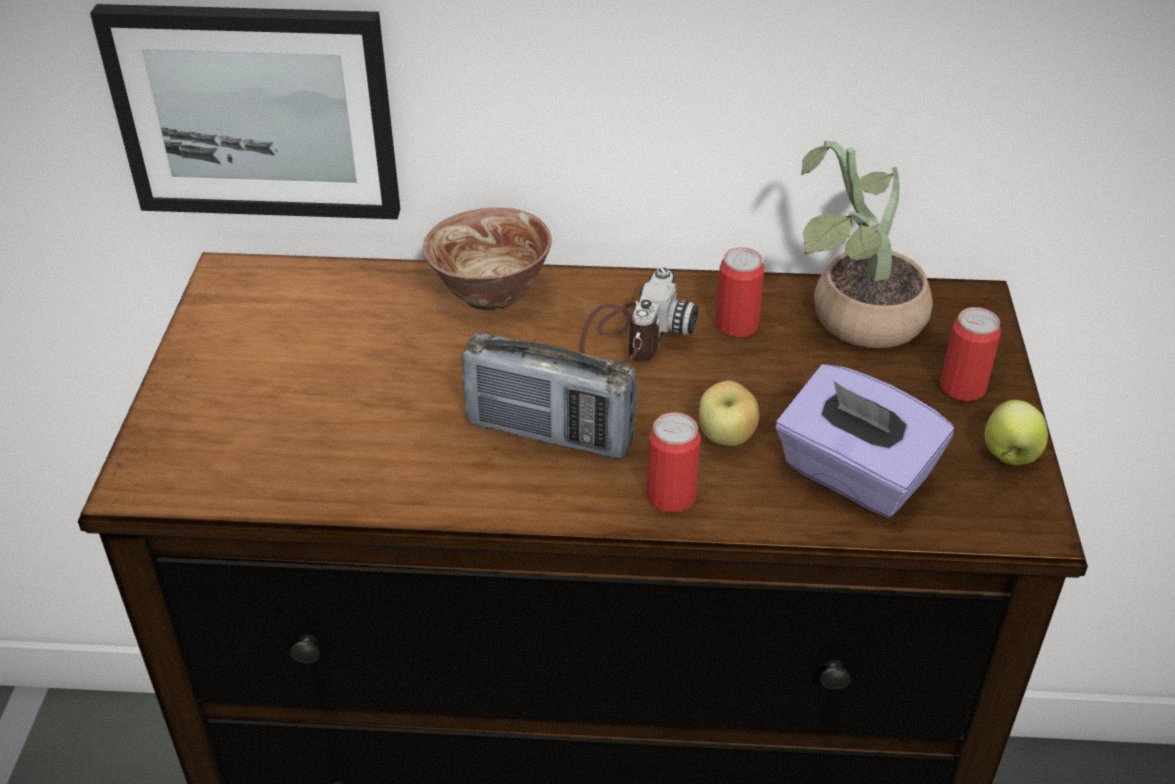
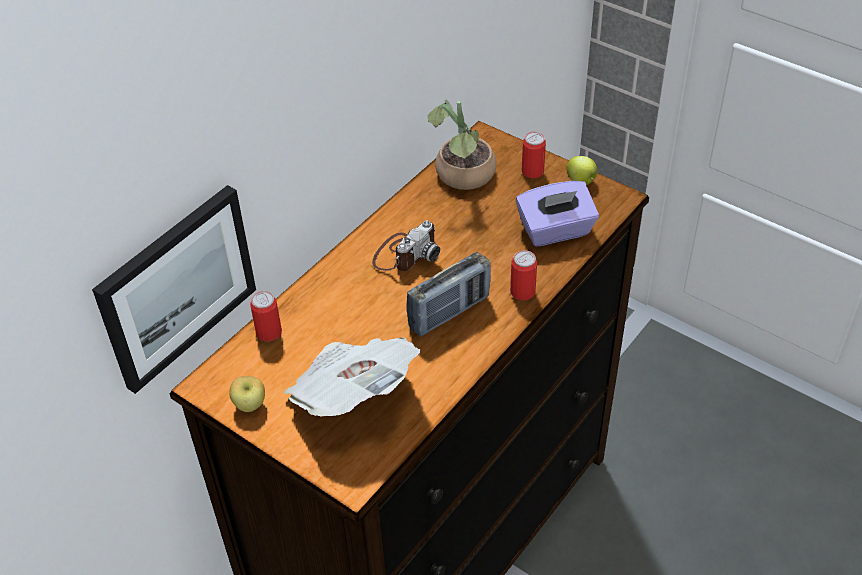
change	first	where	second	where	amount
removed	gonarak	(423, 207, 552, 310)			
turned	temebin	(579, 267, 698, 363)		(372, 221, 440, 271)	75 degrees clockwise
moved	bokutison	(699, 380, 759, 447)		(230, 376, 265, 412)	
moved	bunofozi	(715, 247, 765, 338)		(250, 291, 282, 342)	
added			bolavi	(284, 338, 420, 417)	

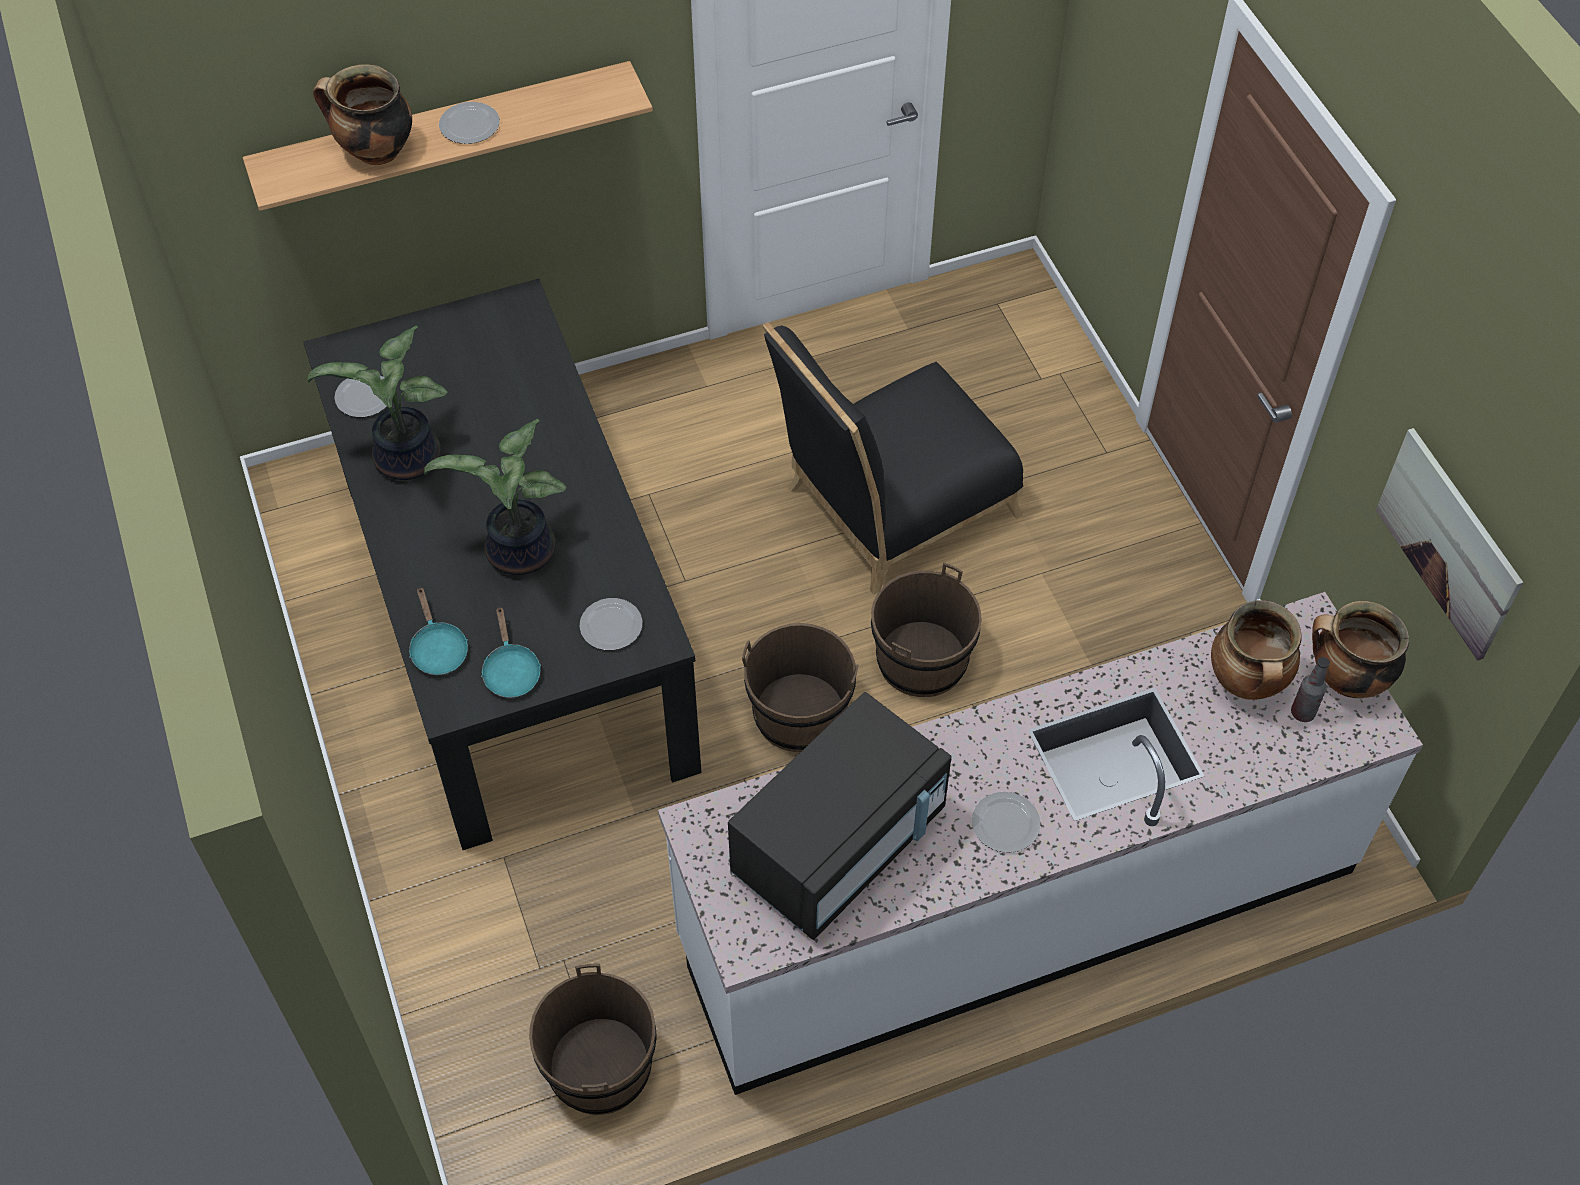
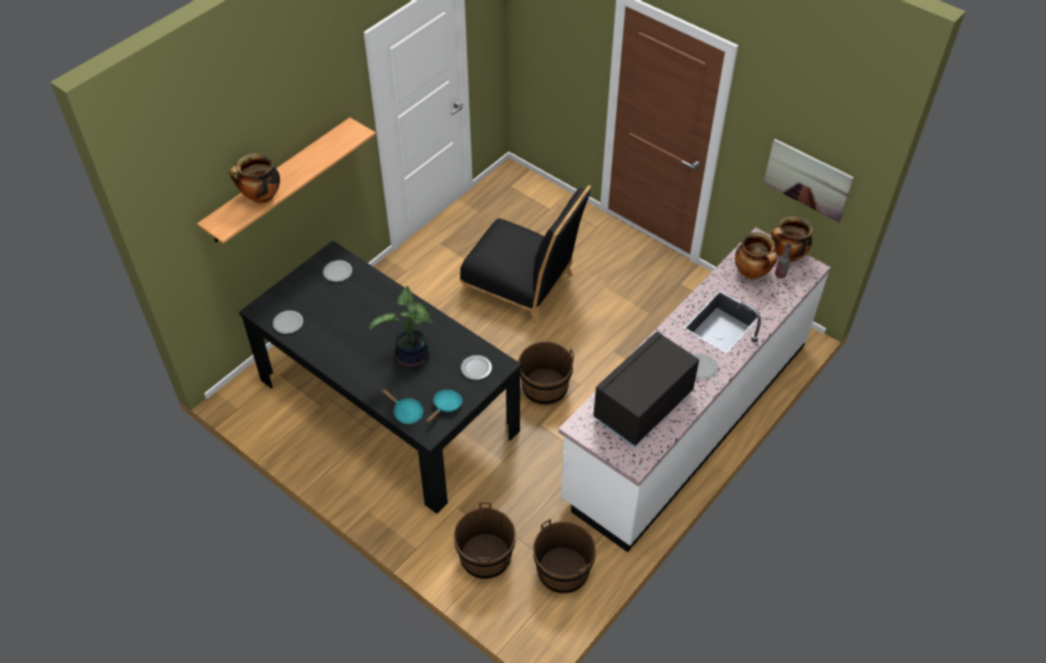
change	first	where	second	where	amount
removed	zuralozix	(308, 325, 447, 480)			
moved	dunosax	(439, 102, 500, 144)		(323, 260, 352, 282)	
turned	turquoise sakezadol	(481, 606, 541, 698)		(426, 390, 462, 423)	105 degrees counterclockwise
turned	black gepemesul	(728, 692, 951, 940)		(593, 331, 699, 447)	150 degrees counterclockwise
turned	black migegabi	(763, 322, 1023, 595)		(460, 185, 591, 326)	90 degrees counterclockwise
moved	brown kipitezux	(871, 562, 982, 697)		(454, 502, 516, 579)	

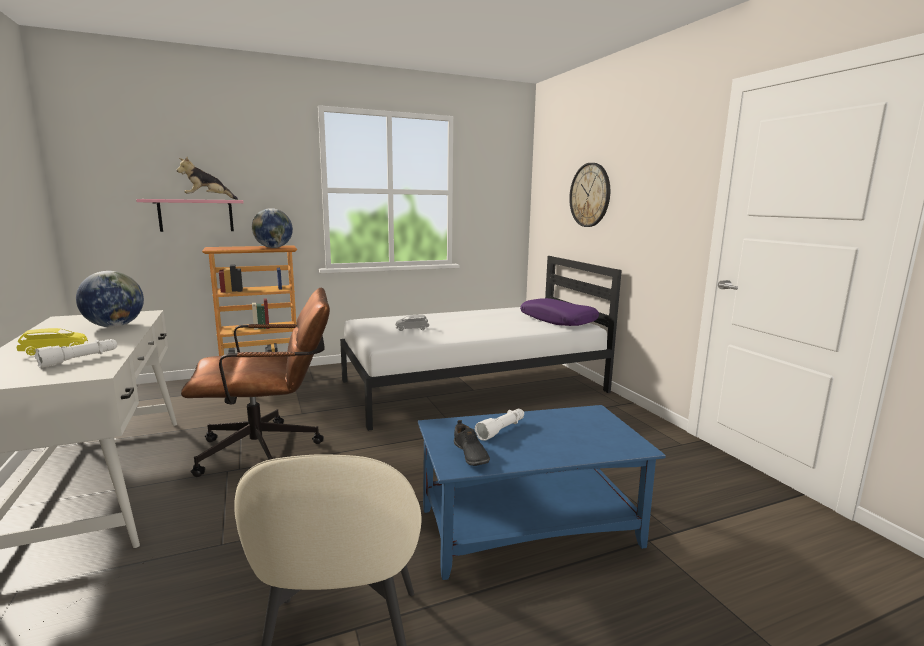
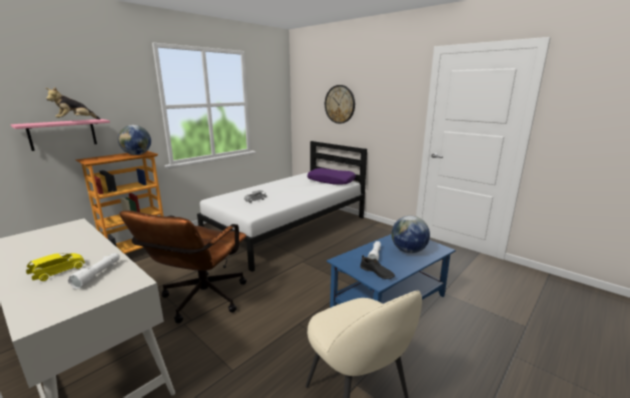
change	first	where	second	where	amount
moved	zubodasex	(76, 271, 144, 327)		(391, 216, 430, 253)	
turned	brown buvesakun	(181, 288, 330, 477)		(120, 211, 246, 323)	150 degrees clockwise

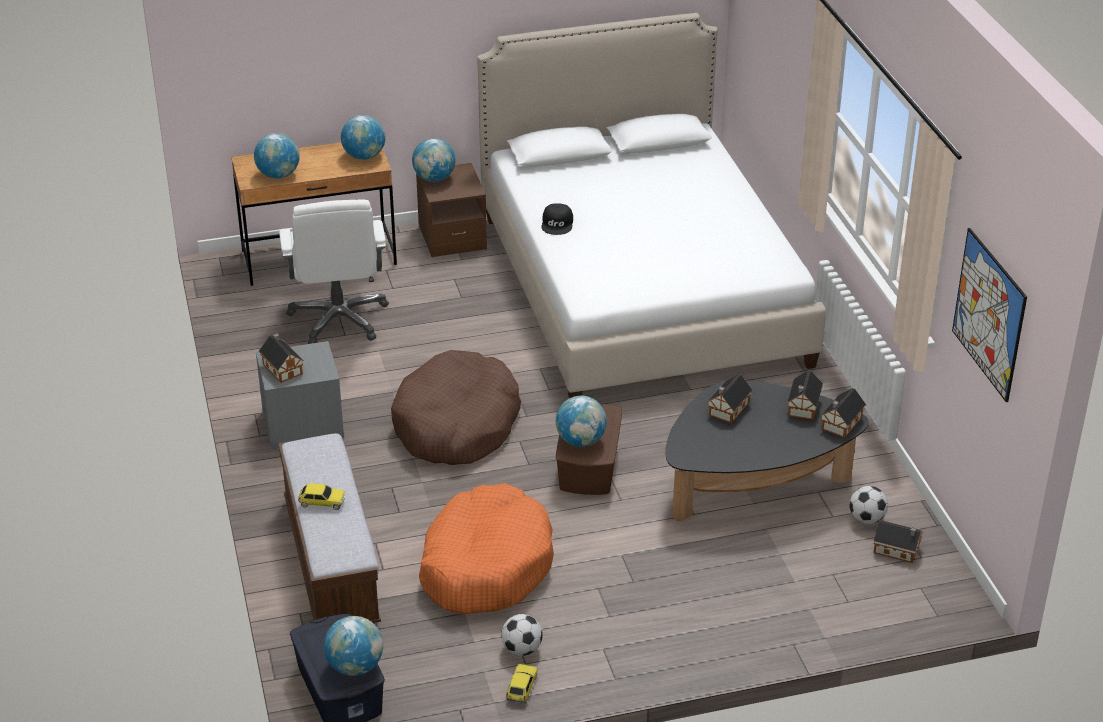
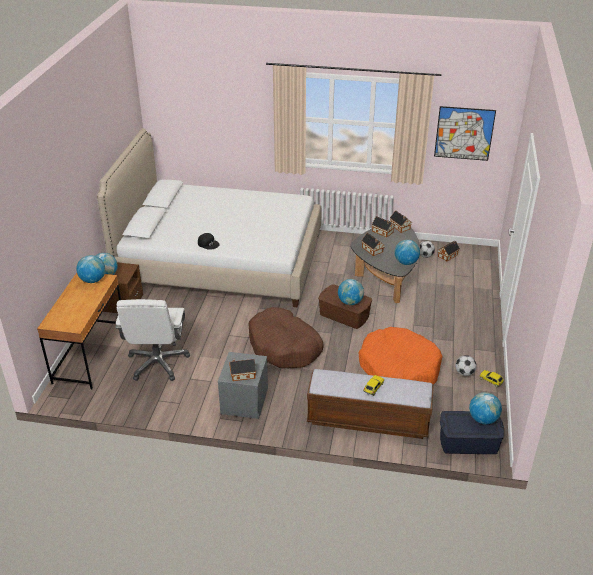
change	first	where	second	where	amount
moved	zubodasex	(254, 133, 300, 179)		(394, 240, 420, 265)	
turned	white buvesakun	(279, 199, 389, 344)		(115, 299, 190, 381)	75 degrees clockwise

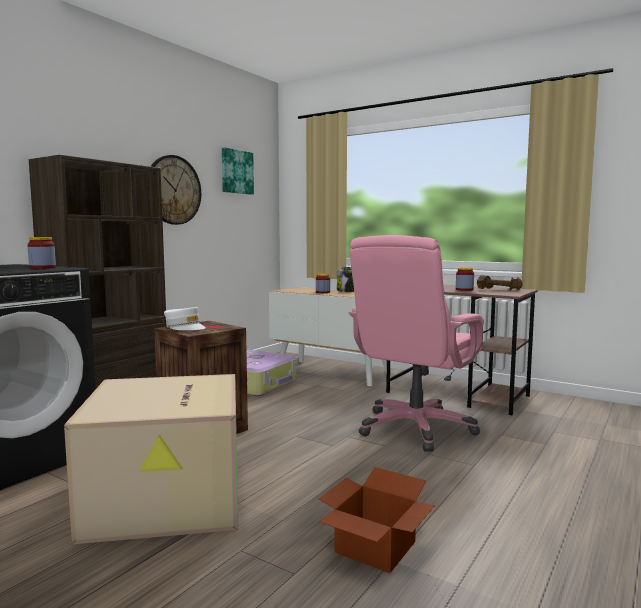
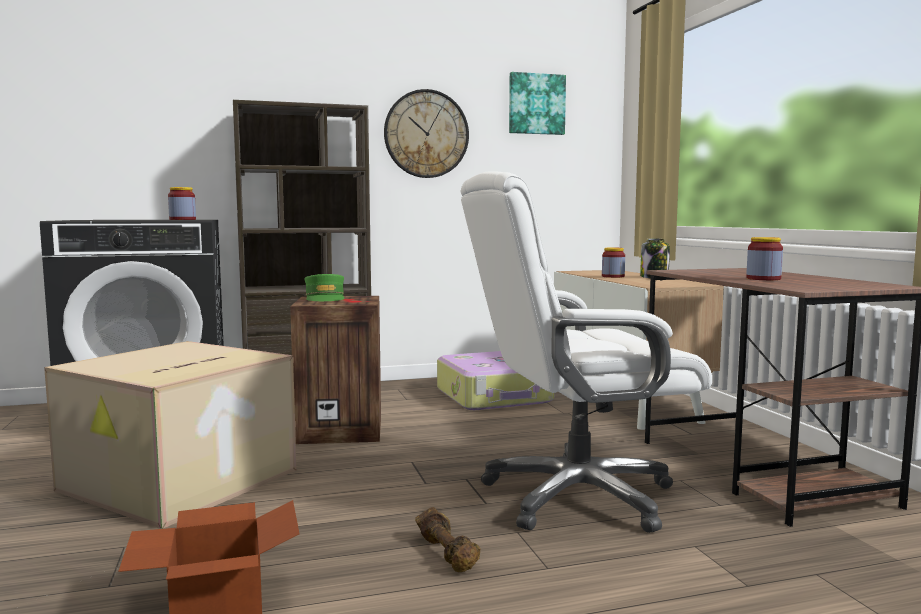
change	first	where	second	where	amount
recoloured	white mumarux	(164, 307, 206, 330)	green mumarux	(305, 274, 345, 301)	
recoloured	pink buvesakun	(349, 235, 484, 452)	white buvesakun	(461, 171, 712, 533)	
moved	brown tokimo	(477, 275, 523, 290)		(415, 507, 481, 572)	

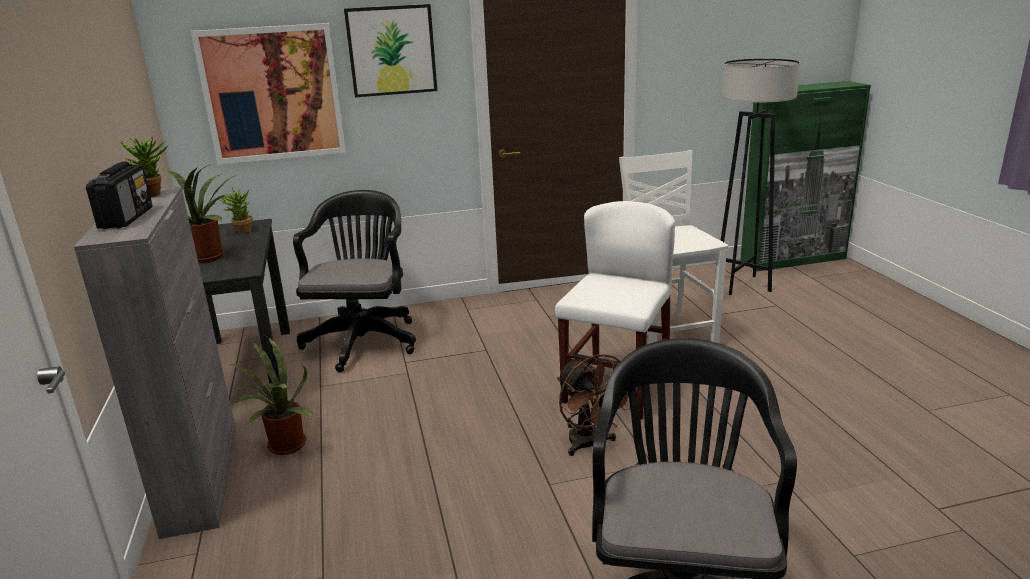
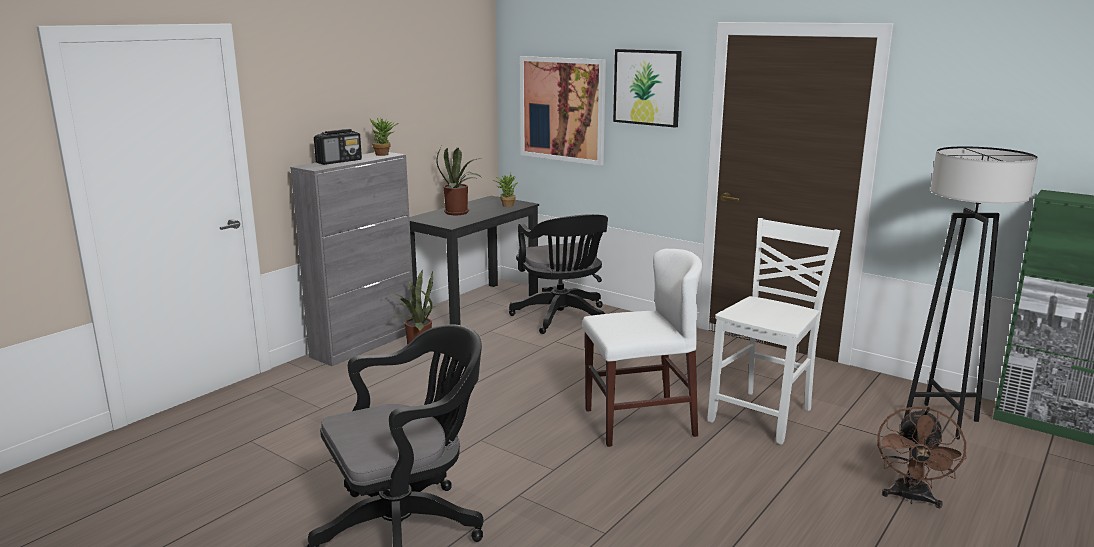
change	first	where	second	where	amount
turned	black buvesakun	(293, 190, 416, 372)		(509, 214, 608, 334)	105 degrees clockwise
moved	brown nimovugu	(557, 354, 638, 456)		(877, 406, 967, 508)	

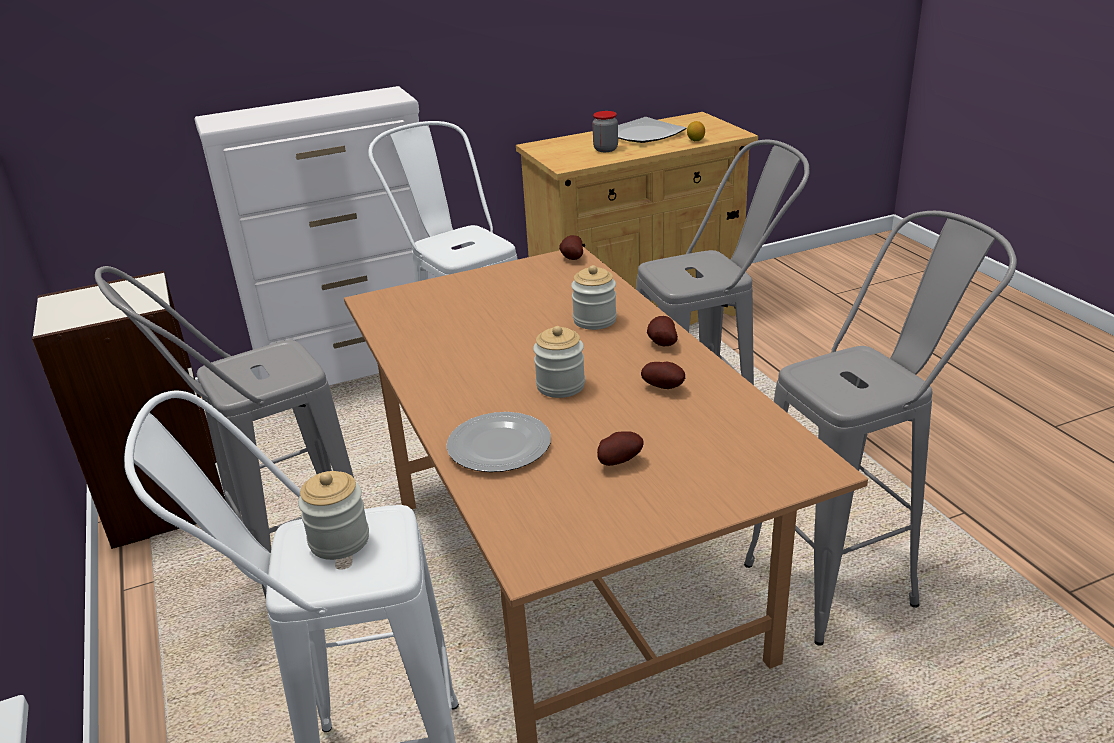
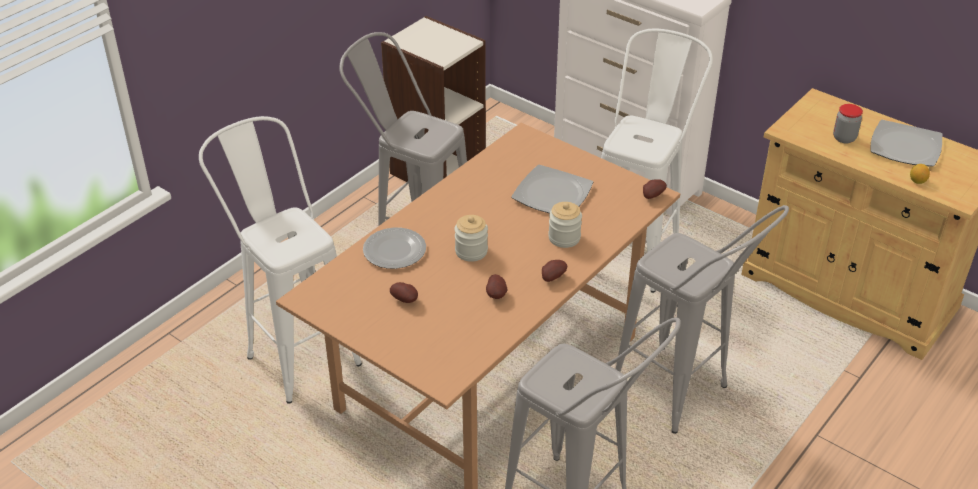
change	first	where	second	where	amount
removed	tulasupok	(298, 471, 369, 560)			
added			dunosax	(511, 165, 593, 213)	

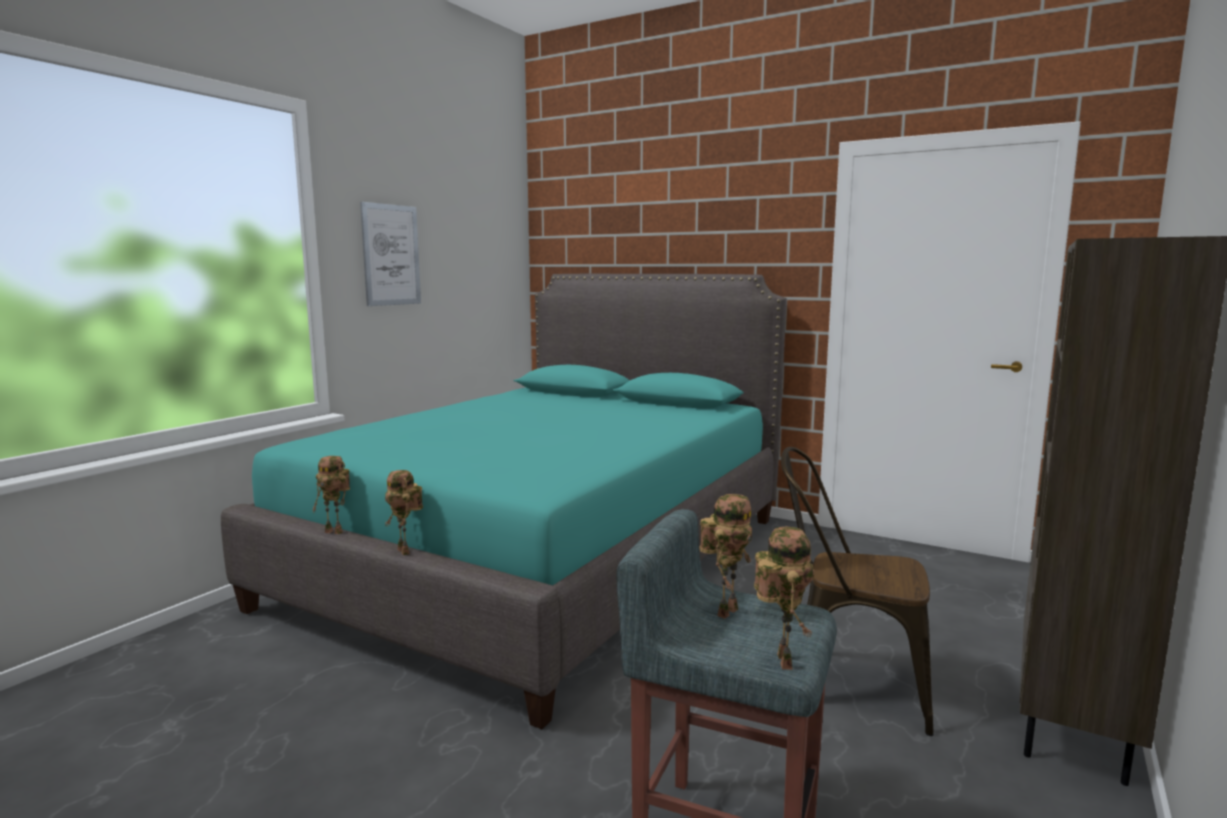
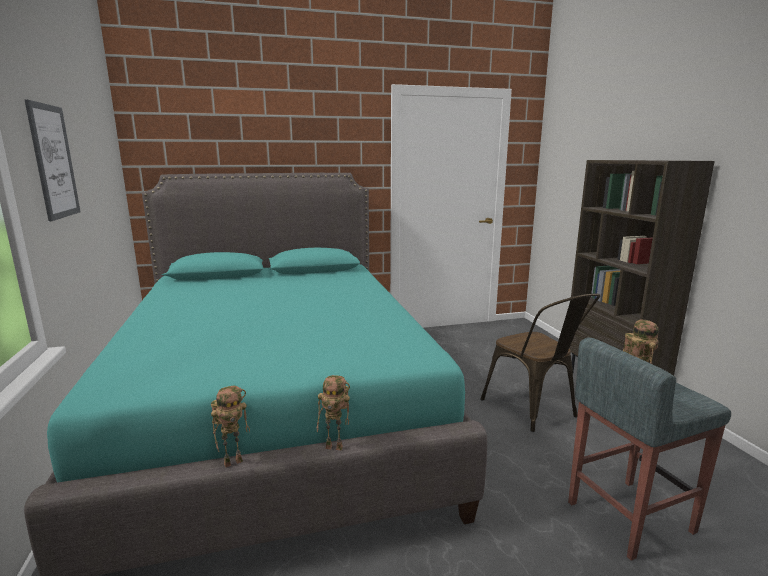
change	first	where	second	where	amount
removed	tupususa	(754, 526, 814, 670)			
turned	brown migegabi	(781, 447, 934, 736)		(480, 294, 601, 432)	90 degrees counterclockwise

